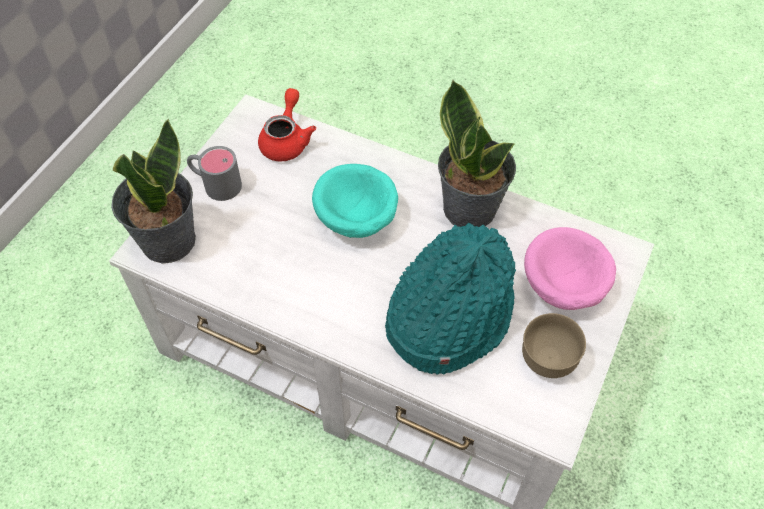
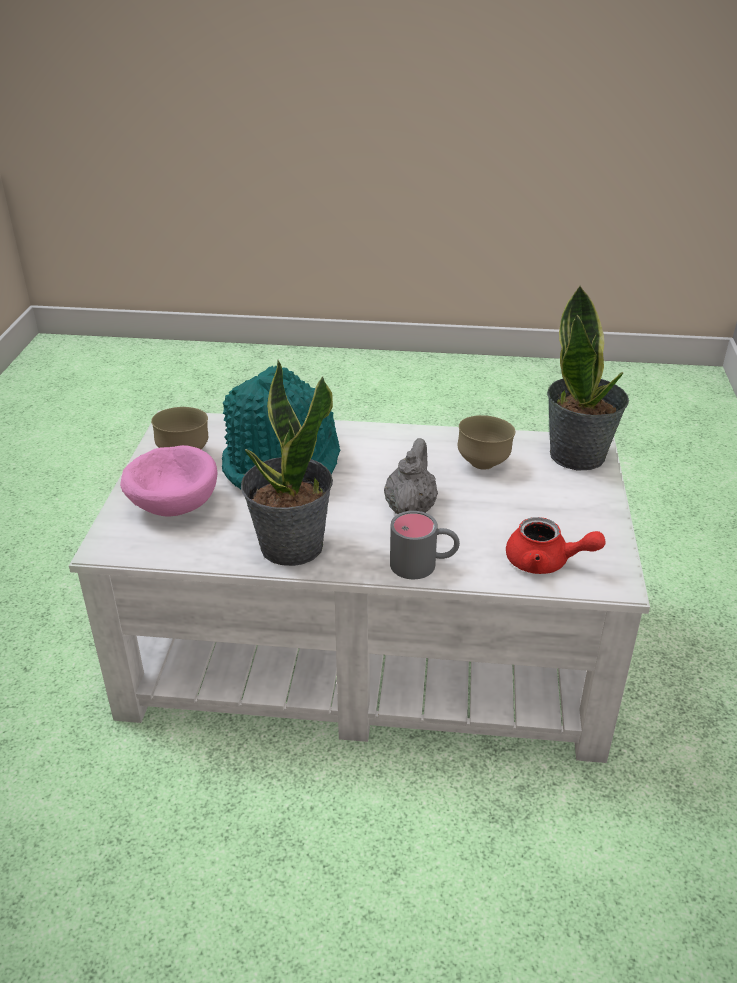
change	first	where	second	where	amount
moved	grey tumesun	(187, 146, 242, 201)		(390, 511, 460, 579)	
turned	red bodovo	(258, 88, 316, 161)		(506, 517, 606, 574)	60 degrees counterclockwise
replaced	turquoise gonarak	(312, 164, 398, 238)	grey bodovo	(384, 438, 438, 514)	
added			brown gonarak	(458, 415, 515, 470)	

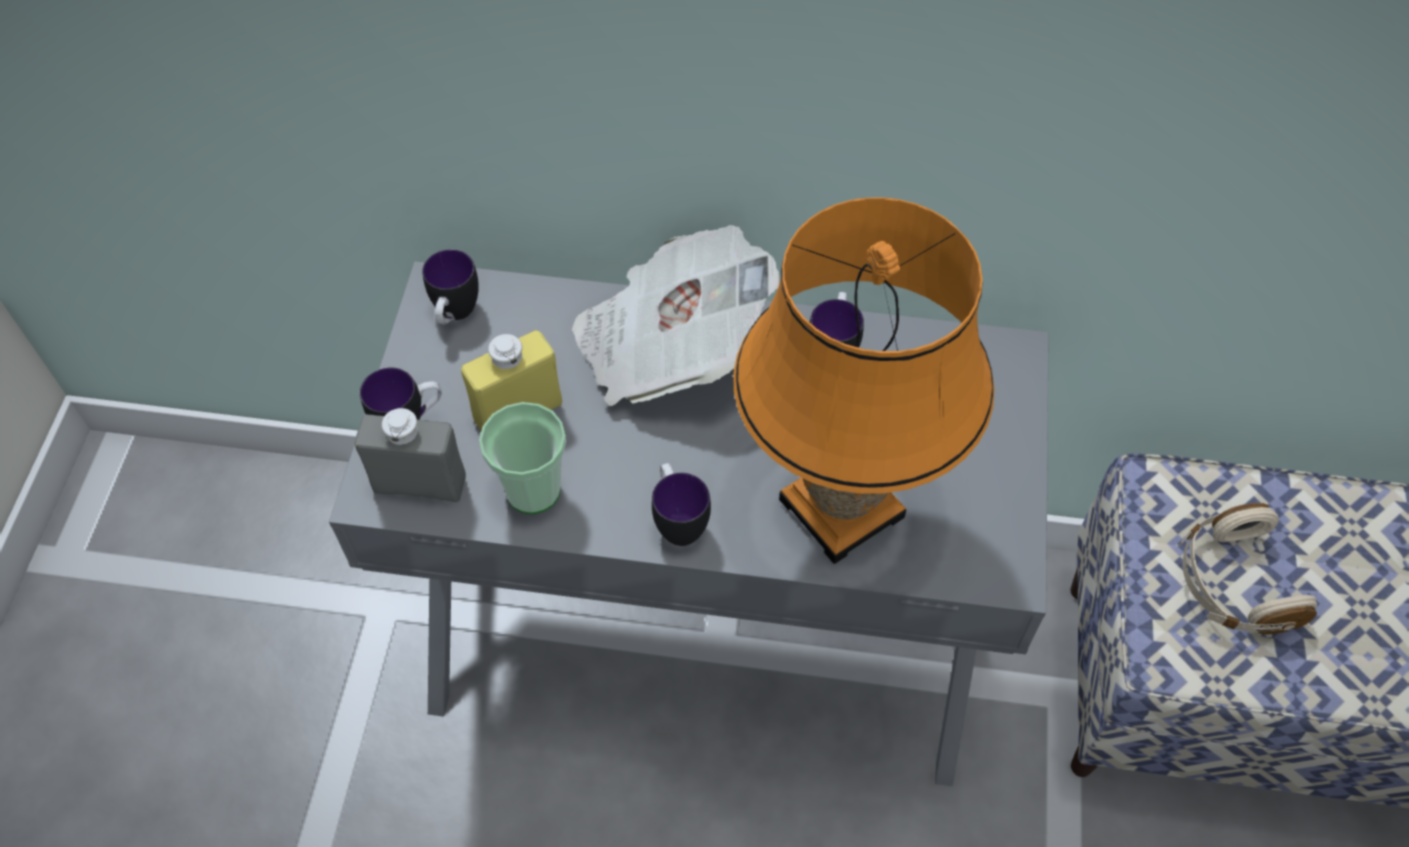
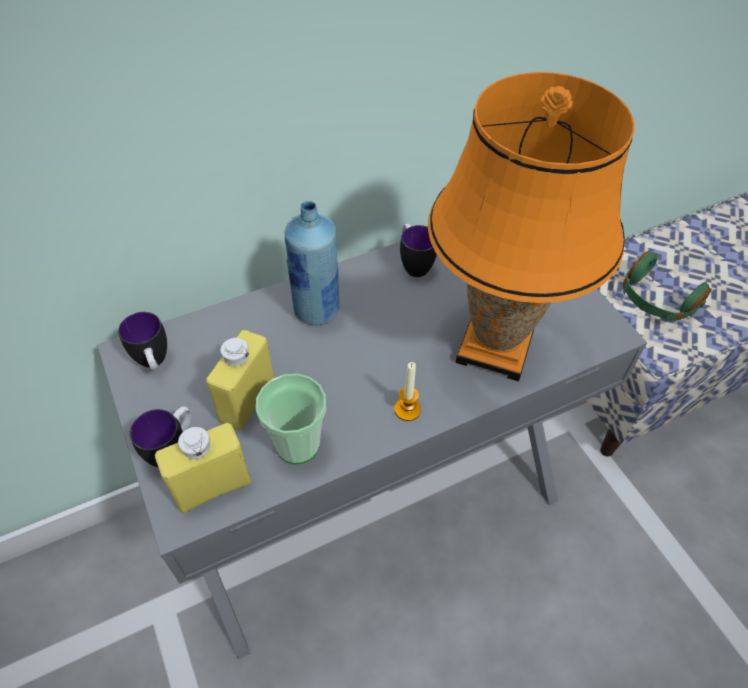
change	first	where	second	where	amount
recoloured	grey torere	(355, 408, 466, 502)	yellow torere	(155, 423, 251, 513)	
replaced	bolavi	(572, 225, 780, 406)	blue torere	(285, 201, 339, 325)	
replaced	tumesun	(652, 463, 711, 546)	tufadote	(394, 362, 421, 421)	
recoloured	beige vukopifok	(1178, 503, 1317, 635)	green vukopifok	(623, 251, 712, 321)	

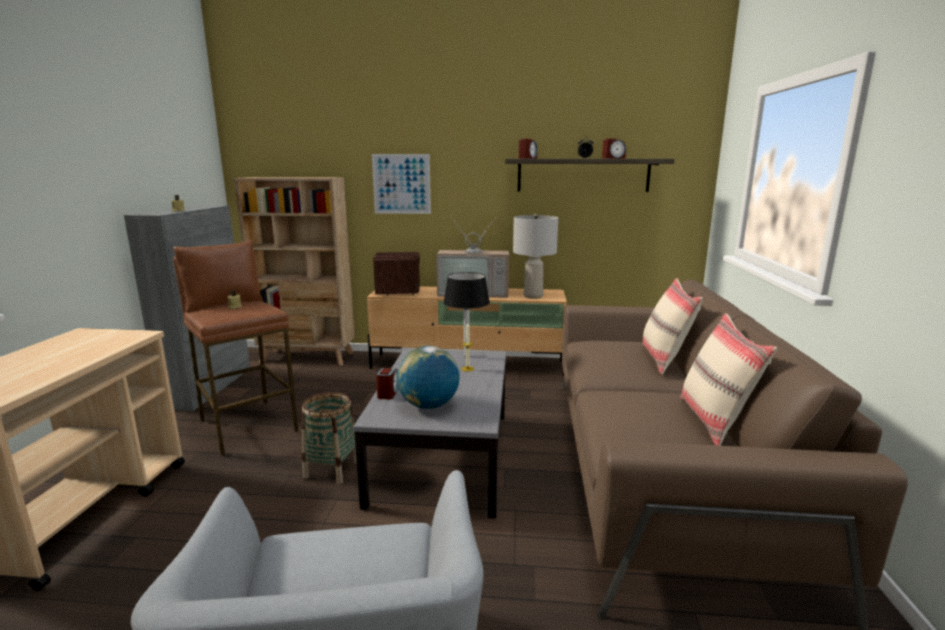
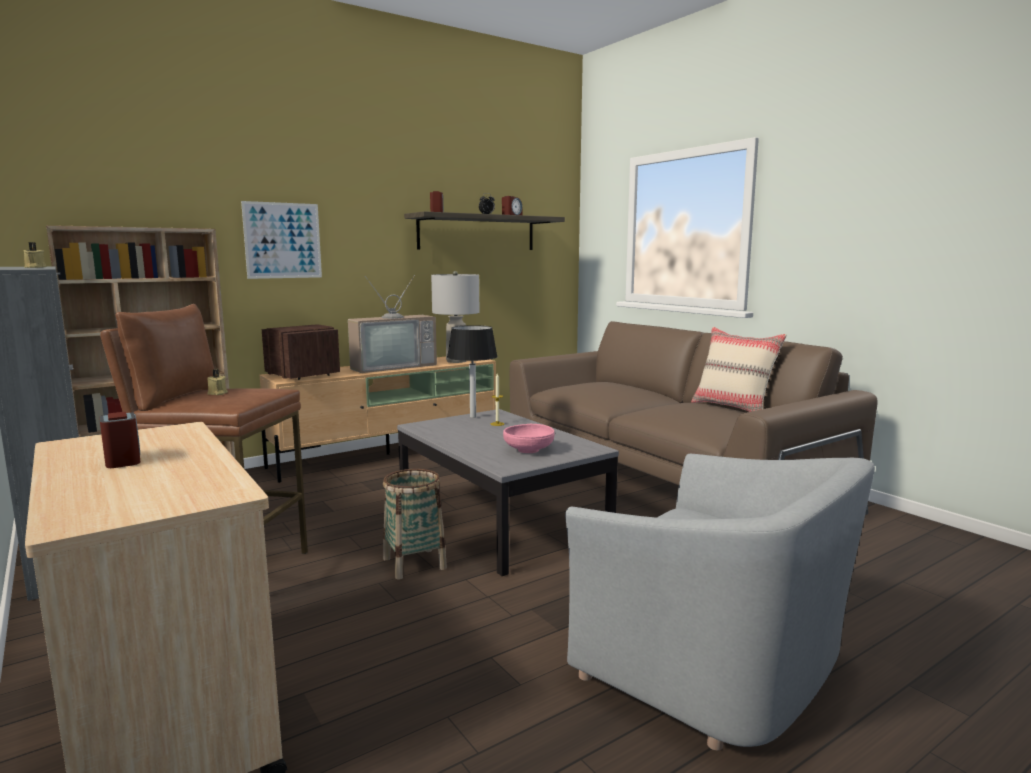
change	first	where	second	where	amount
moved	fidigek	(376, 368, 399, 399)		(100, 412, 141, 468)	
replaced	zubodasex	(397, 346, 460, 409)	pink gonarak	(503, 424, 555, 453)	
removed	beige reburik	(642, 278, 703, 374)			

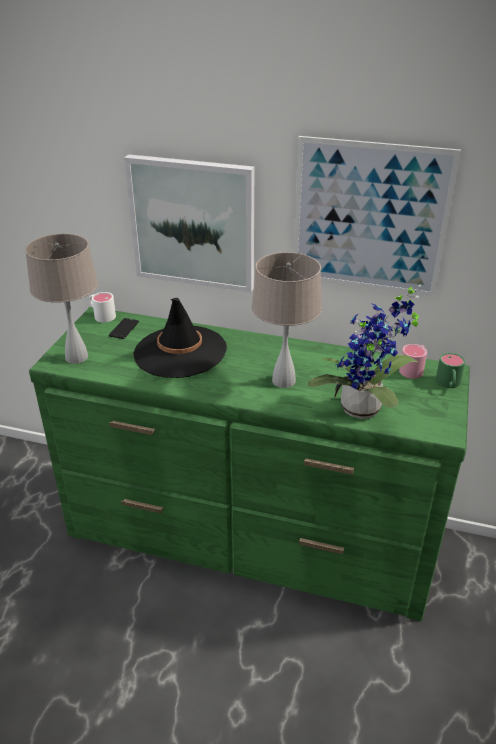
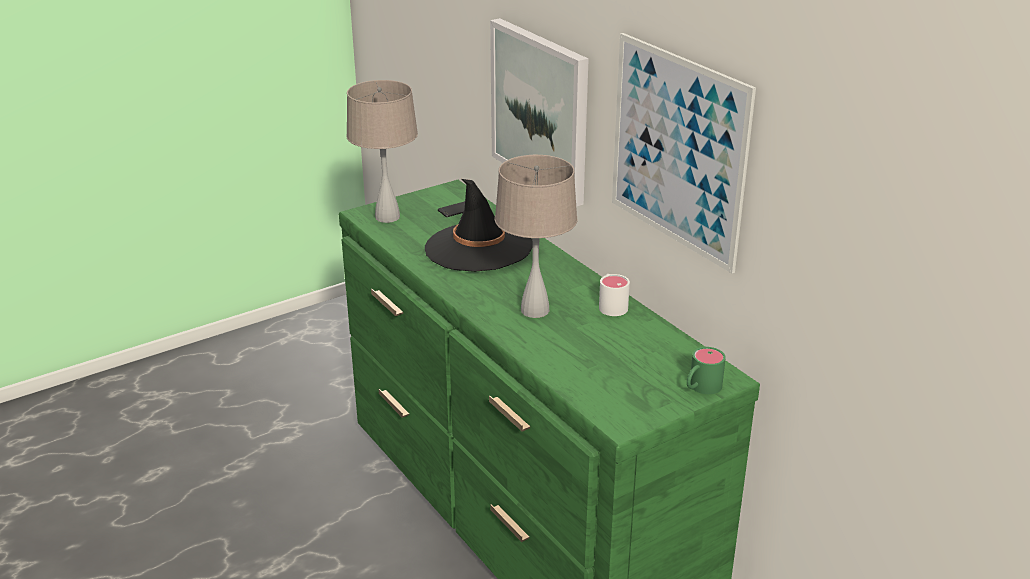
change	first	where	second	where	amount
moved	white tumesun	(89, 292, 116, 323)		(599, 274, 630, 316)	
removed	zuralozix	(308, 284, 421, 419)			
removed	pink tumesun	(399, 344, 427, 379)			

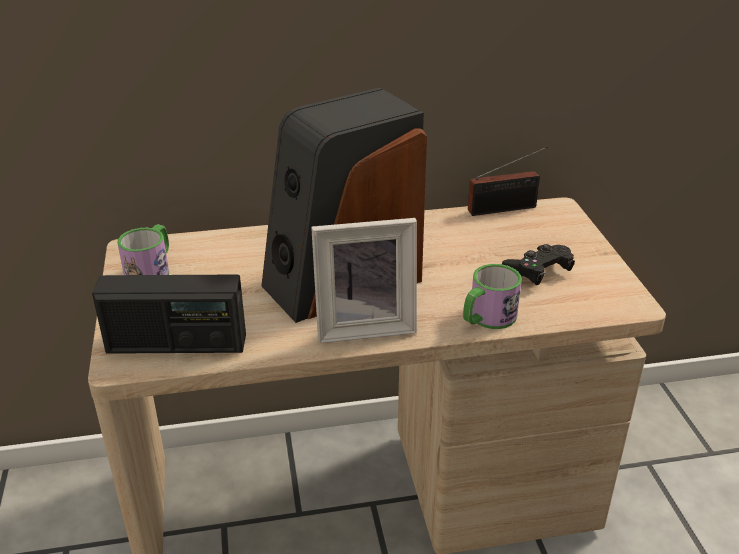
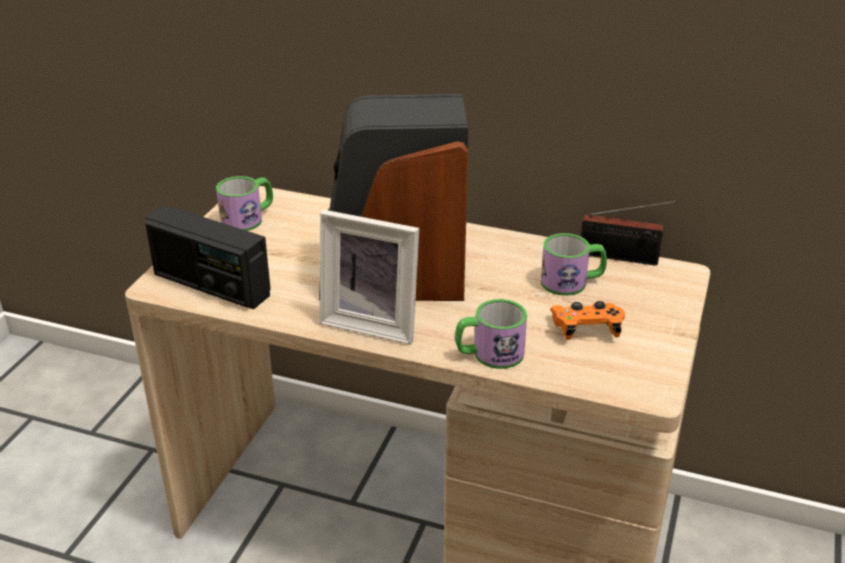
change	first	where	second	where	amount
recoloured	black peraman	(502, 244, 575, 285)	orange peraman	(550, 301, 625, 340)	
added			tumesun	(541, 233, 607, 296)	

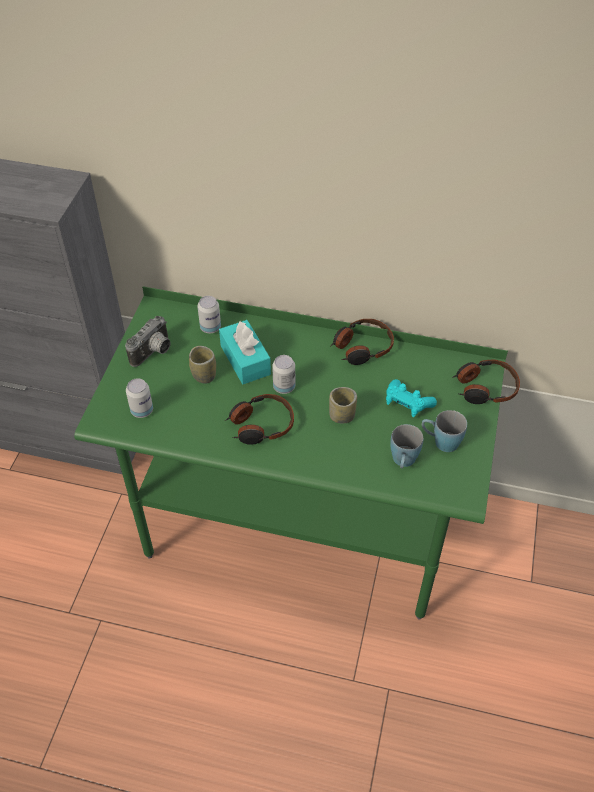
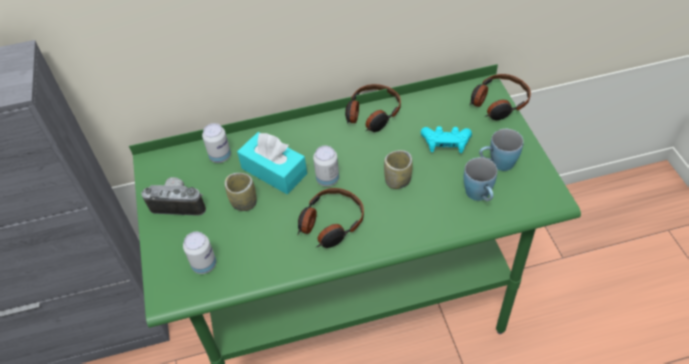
change	first	where	second	where	amount
turned	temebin	(125, 316, 171, 367)		(142, 177, 206, 216)	90 degrees counterclockwise

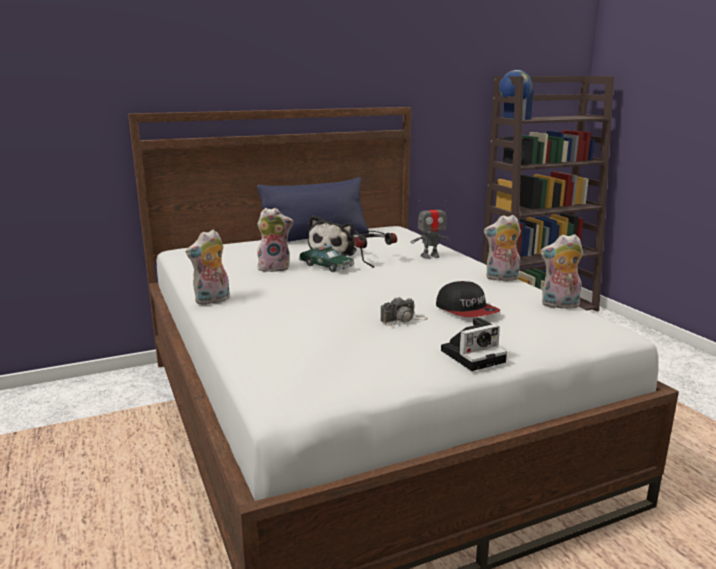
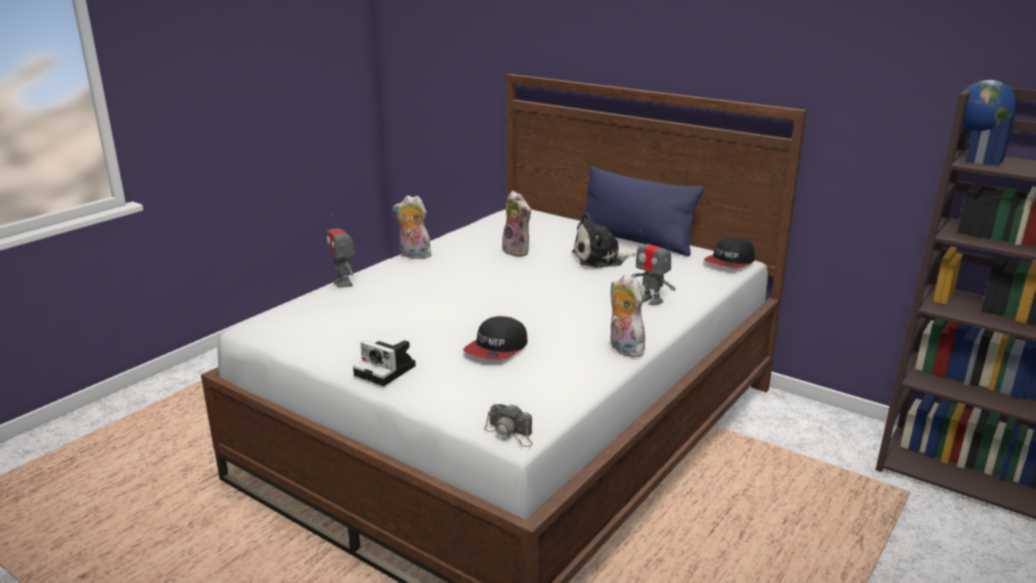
change	first	where	second	where	amount
removed	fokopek	(299, 245, 354, 272)			
removed	vukopifok	(352, 230, 397, 268)			
moved	temebin	(380, 297, 428, 326)		(484, 404, 533, 447)	
removed	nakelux	(540, 234, 583, 309)			
added			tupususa	(327, 214, 355, 288)	
added			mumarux	(704, 237, 755, 268)	

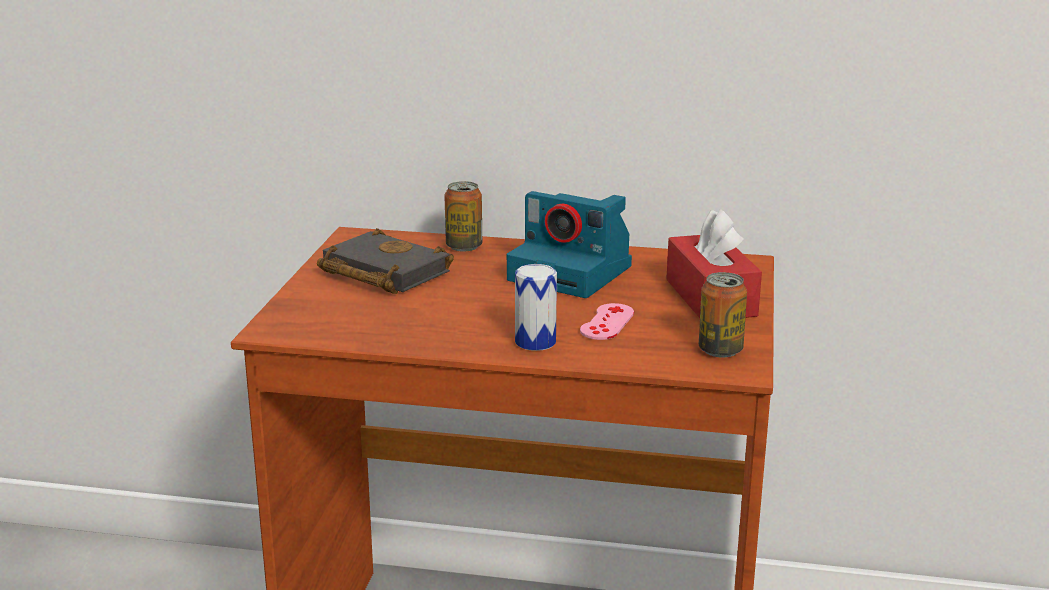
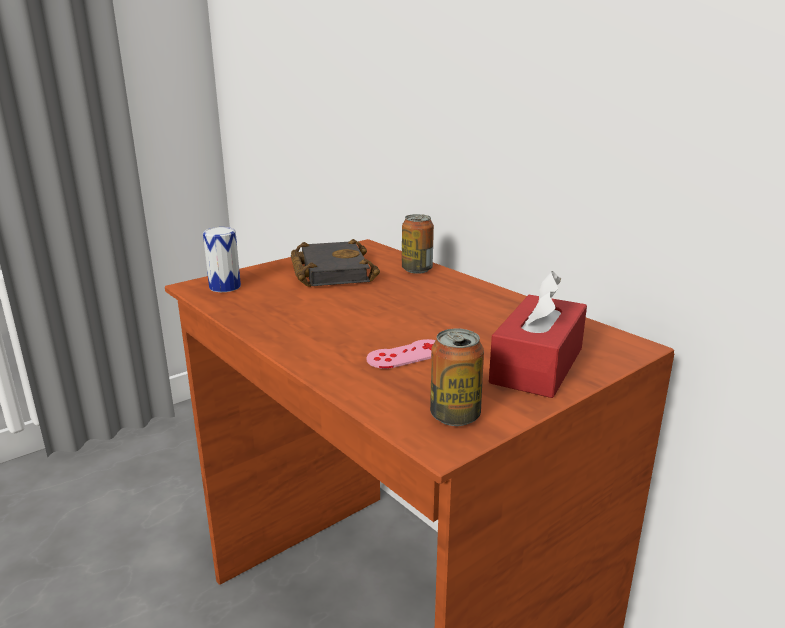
change	first	where	second	where	amount
removed	temebin	(506, 191, 632, 298)			
moved	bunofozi	(515, 264, 557, 351)		(203, 227, 241, 292)	

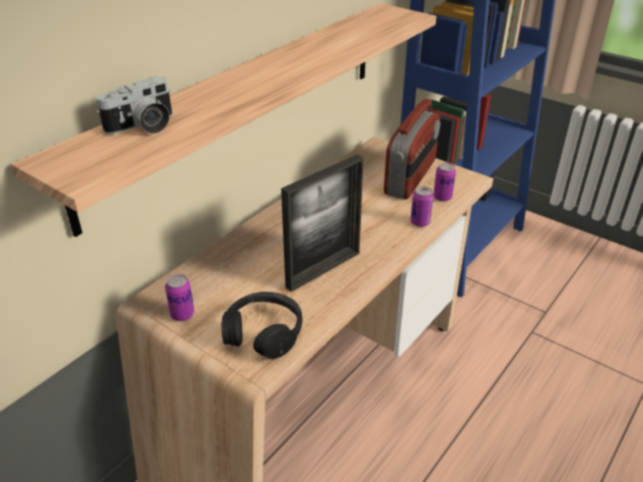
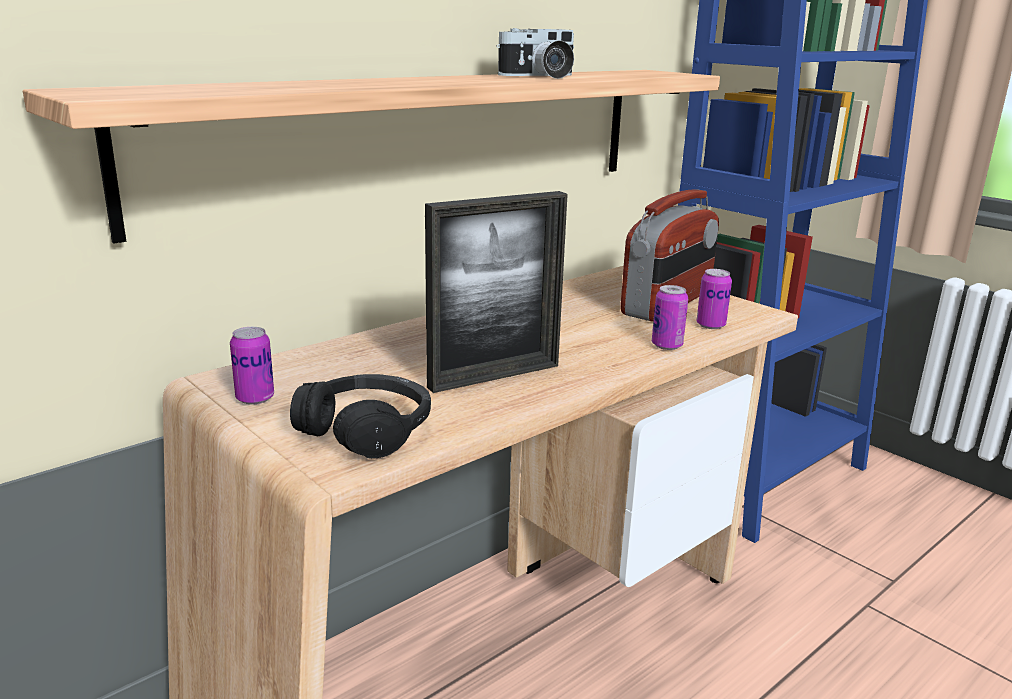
change	first	where	second	where	amount
moved	temebin	(96, 76, 172, 134)		(497, 28, 574, 79)	

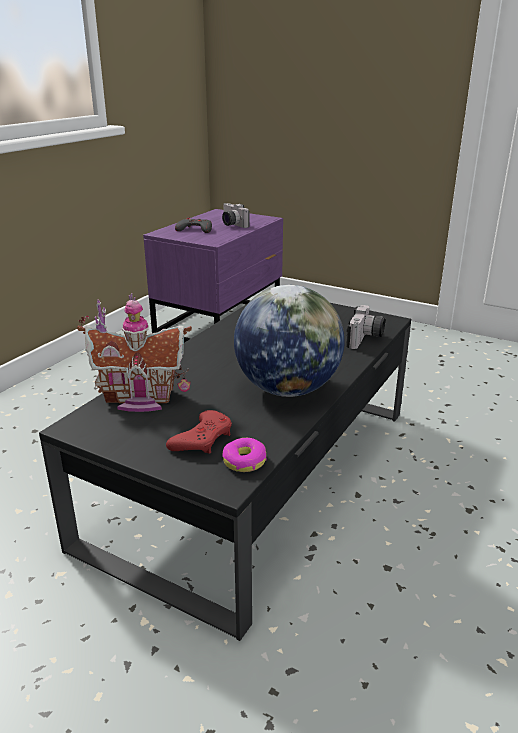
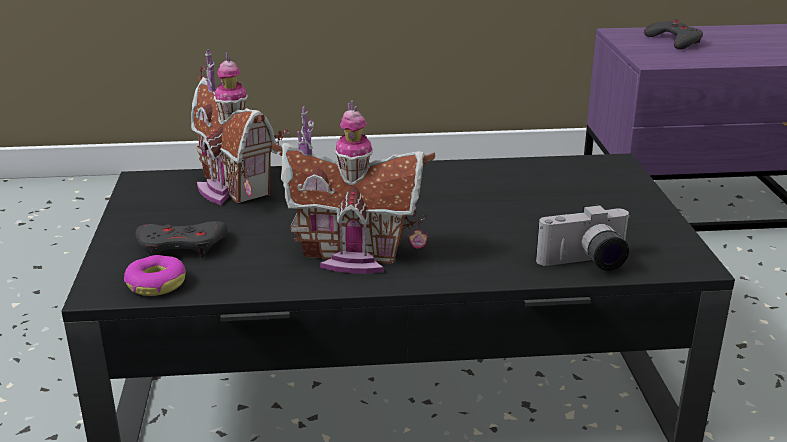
change	first	where	second	where	amount
recoloured	red peraman	(166, 410, 232, 454)	grey peraman	(135, 221, 228, 258)	
removed	temebin	(222, 203, 250, 228)			
replaced	zubodasex	(234, 285, 345, 397)	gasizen	(272, 101, 435, 274)	

